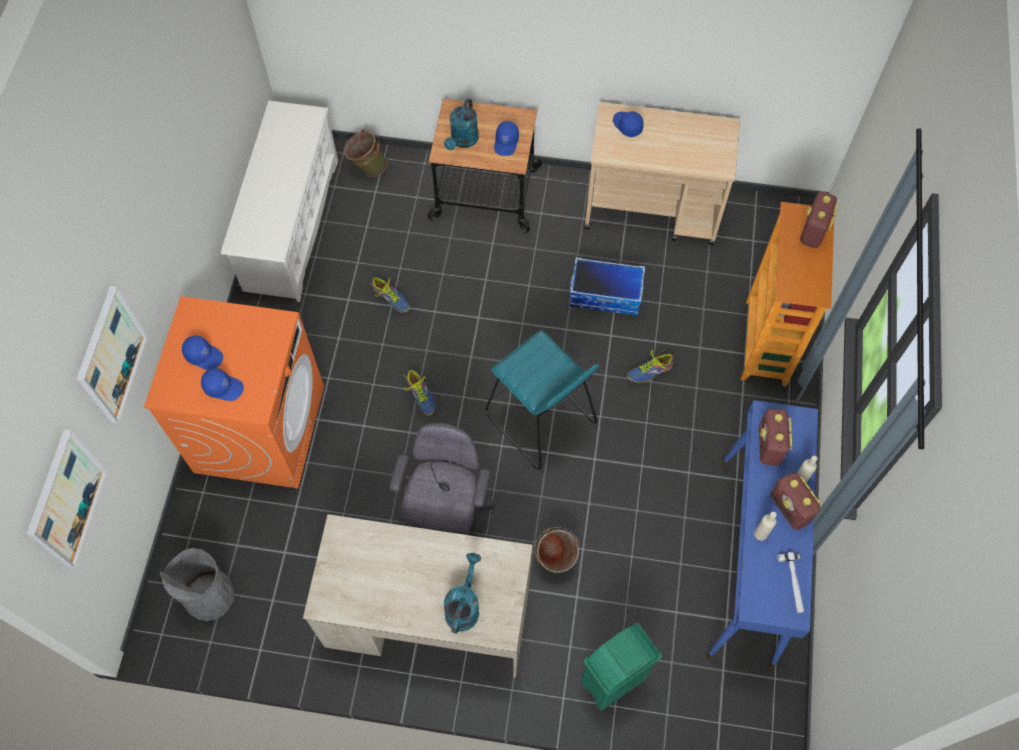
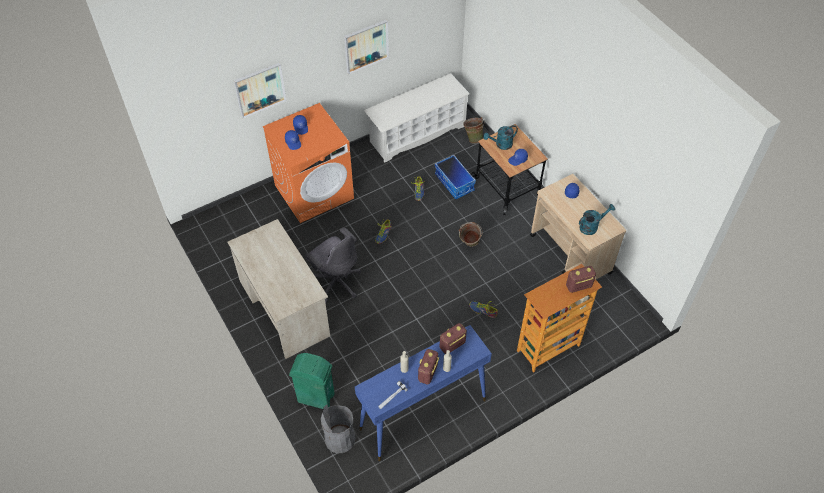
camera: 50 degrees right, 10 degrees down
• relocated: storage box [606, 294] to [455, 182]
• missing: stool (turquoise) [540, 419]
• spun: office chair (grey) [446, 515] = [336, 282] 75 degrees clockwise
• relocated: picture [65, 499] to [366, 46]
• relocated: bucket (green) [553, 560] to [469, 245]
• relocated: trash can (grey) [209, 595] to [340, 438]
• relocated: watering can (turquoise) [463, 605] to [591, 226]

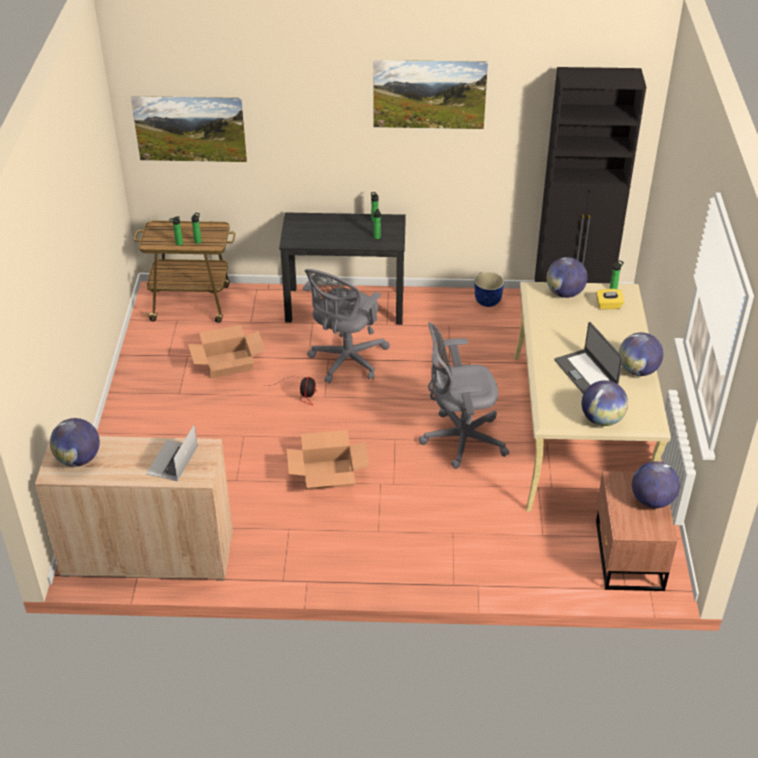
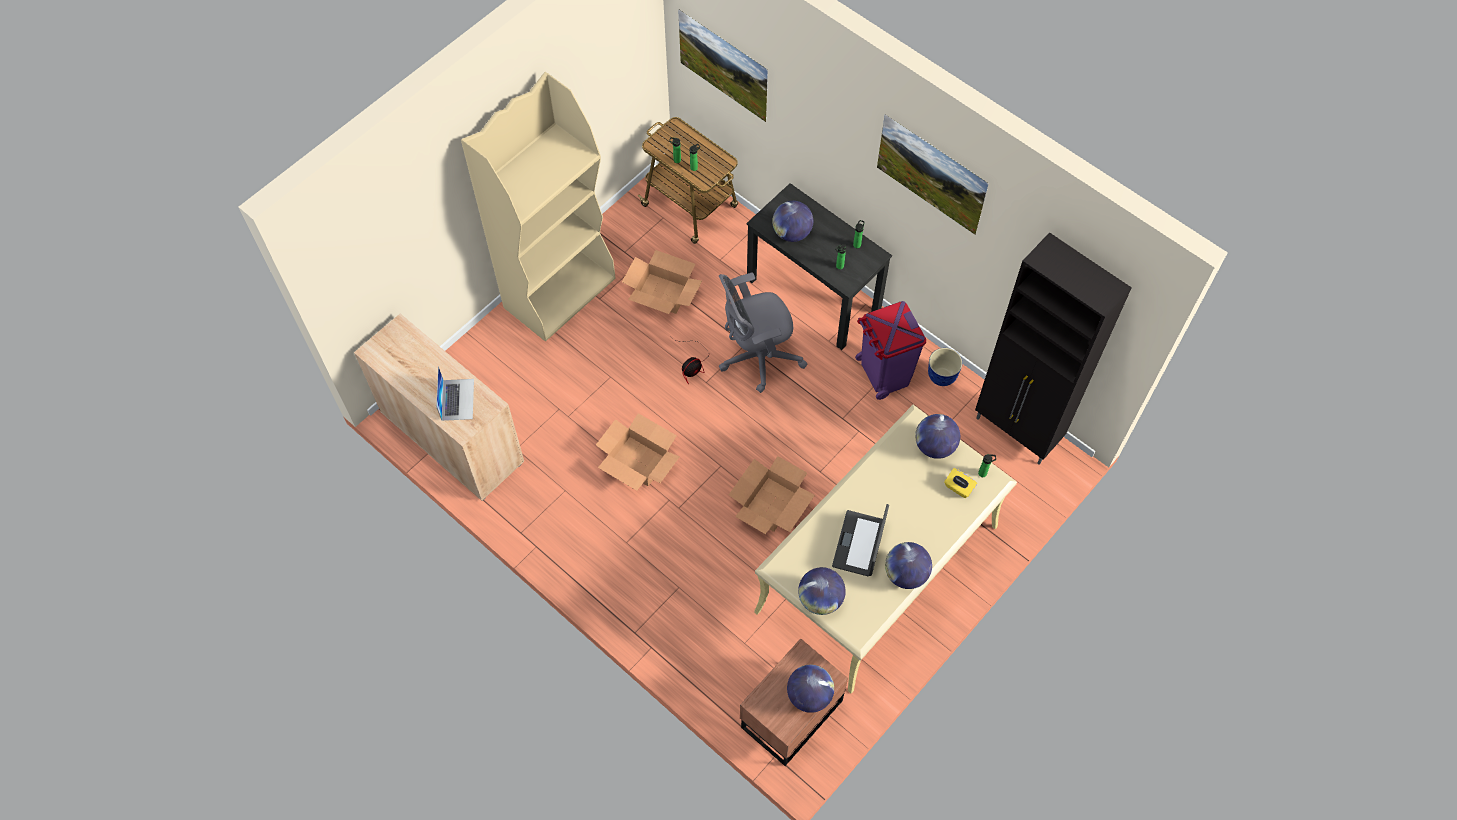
camera: 40 degrees right, 20 degrees up
• exchanged: office chair (grey) [459, 439] to cardboard box [771, 504]
• relocated: globe [78, 459] to [792, 233]
• spun: laptop [172, 460] = [457, 399] 120 degrees clockwise
• appeared: bookcase (beige) [560, 292]
• appeared: trash can (purple) [884, 374]

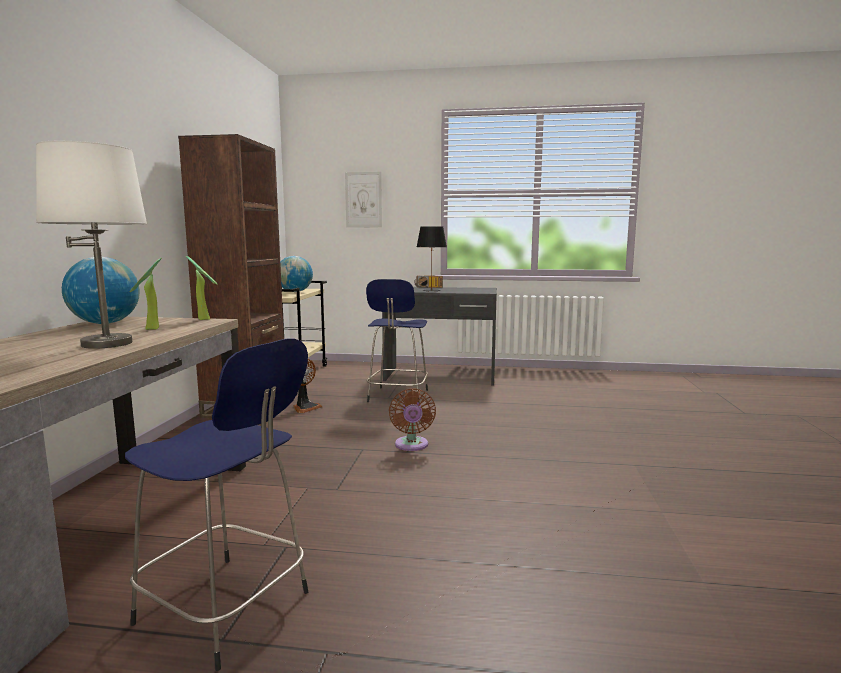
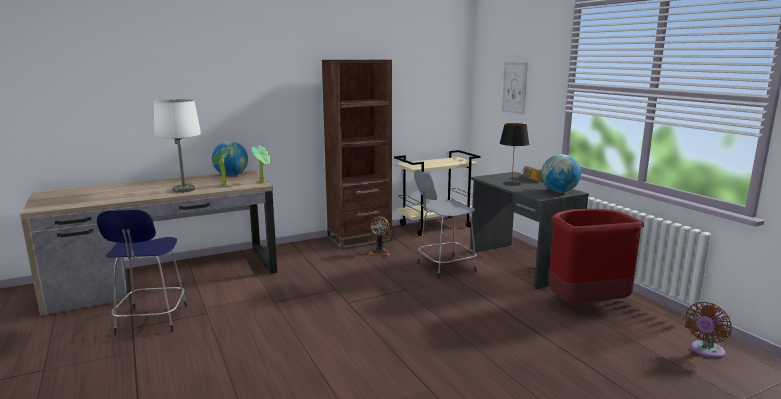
camera: 55 degrees right, 5 degrees up
• relocated: globe [295, 292] to [559, 191]
• colour: stool (blue) [397, 397] to stool (grey) [444, 267]
• relocated: fan (brown) [411, 446] to [705, 351]
• appeared: trash can (red) [584, 304]

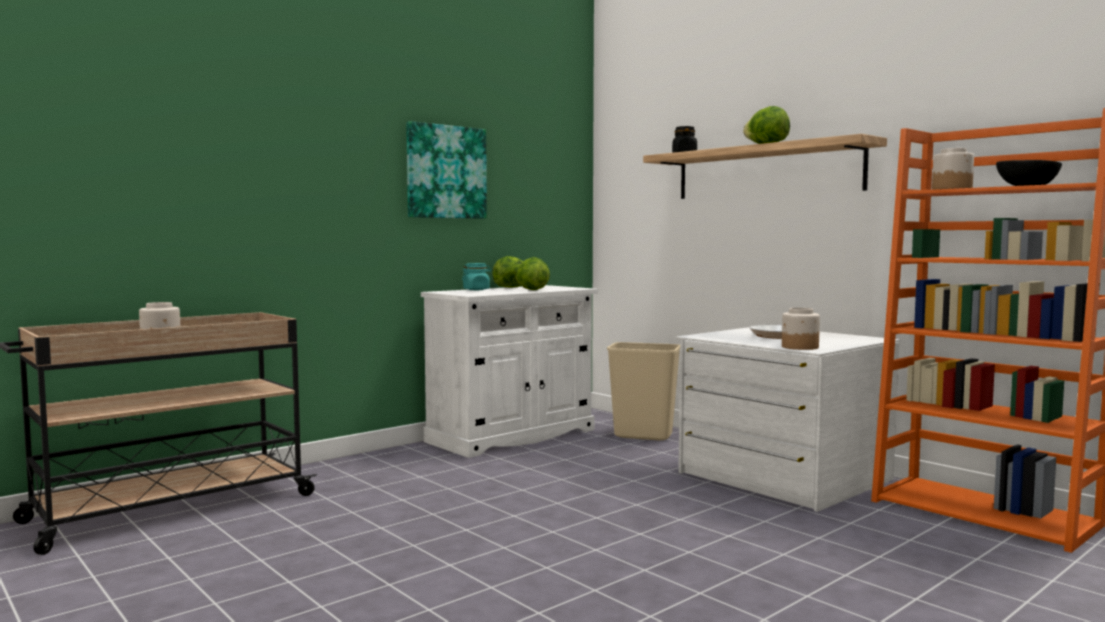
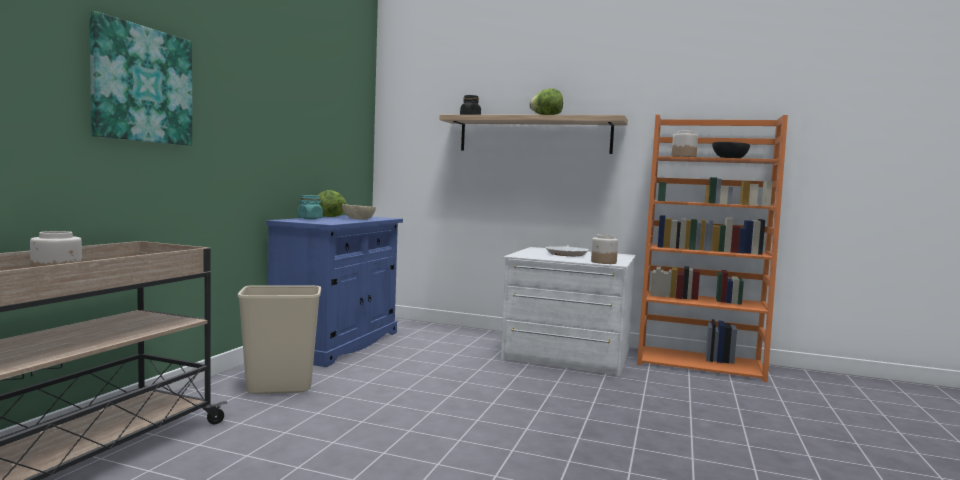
camera: 30 degrees left, 0 degrees up
• relocated: picture [446, 172] to [142, 85]
• exchanged: lettuce [531, 290] to bowl (beige) [358, 219]
• colour: cabinet (white) [512, 436] to cabinet (blue) [337, 344]
• relocated: trash can (beige) [644, 435] to [280, 387]

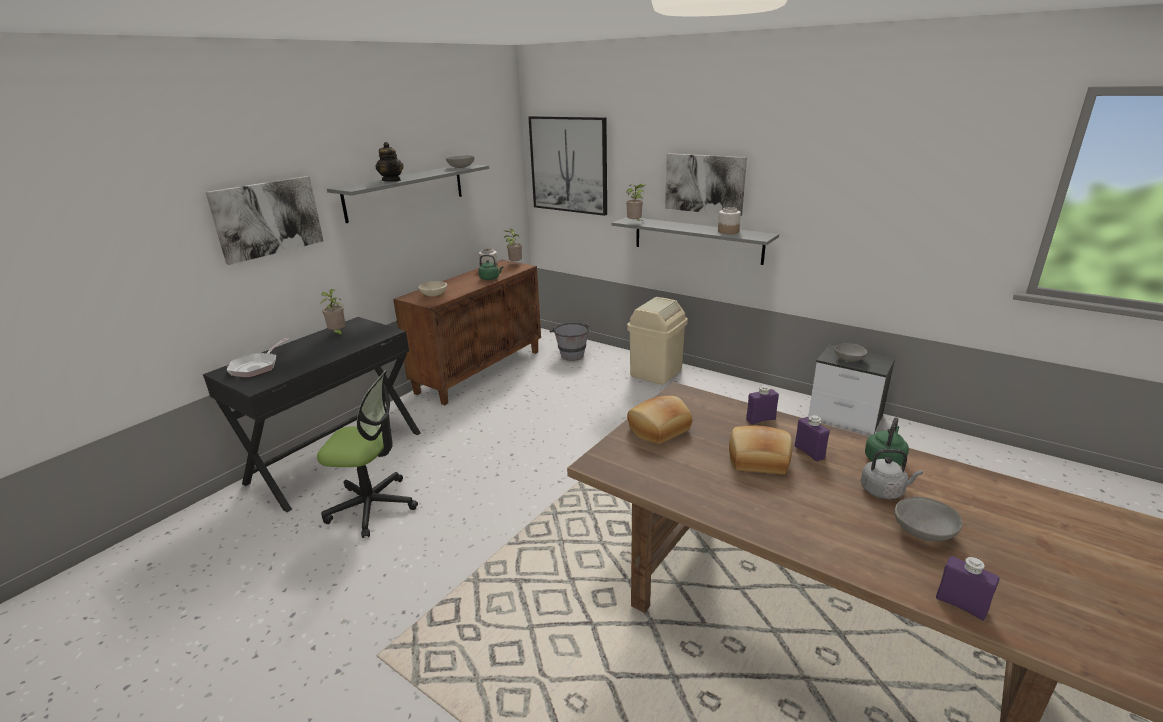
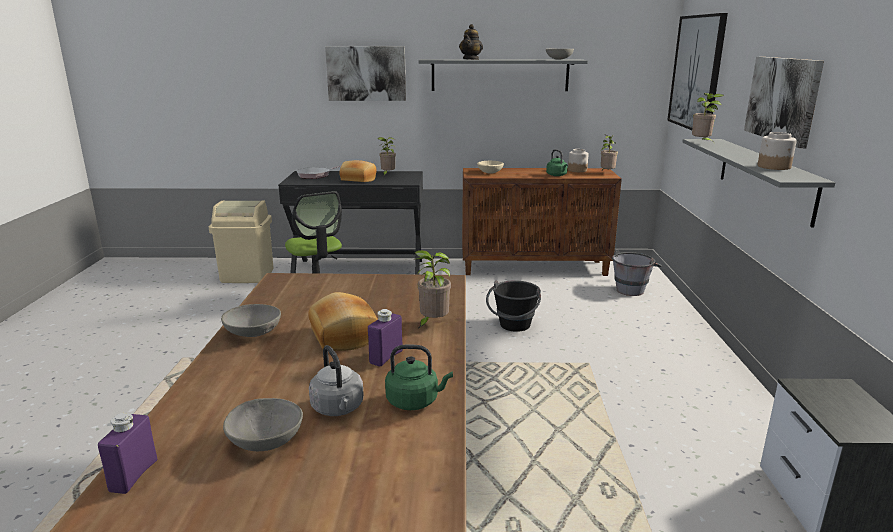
camera: 55 degrees right, 5 degrees down
• relocated: trash can (beige) [655, 372] to [247, 275]
• relocated: bowl (grey) [848, 359] to [253, 333]
• exchanged: bottle (purple) [760, 419] to potted plant [432, 323]
• relocated: bread [660, 430] to [358, 179]
• appeared: bucket (black) [513, 327]

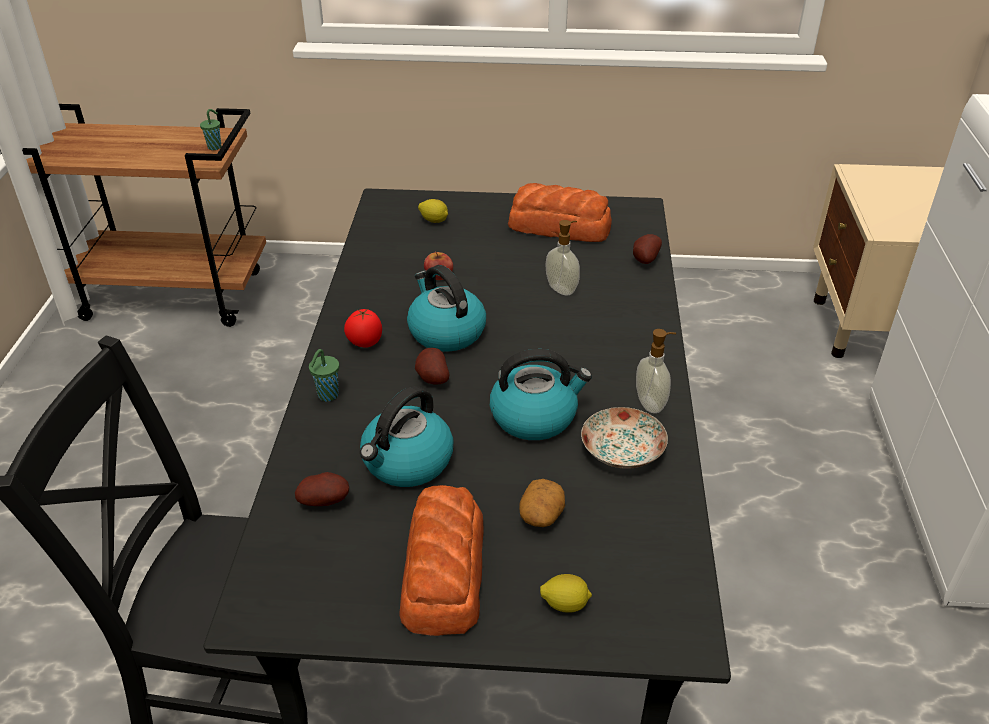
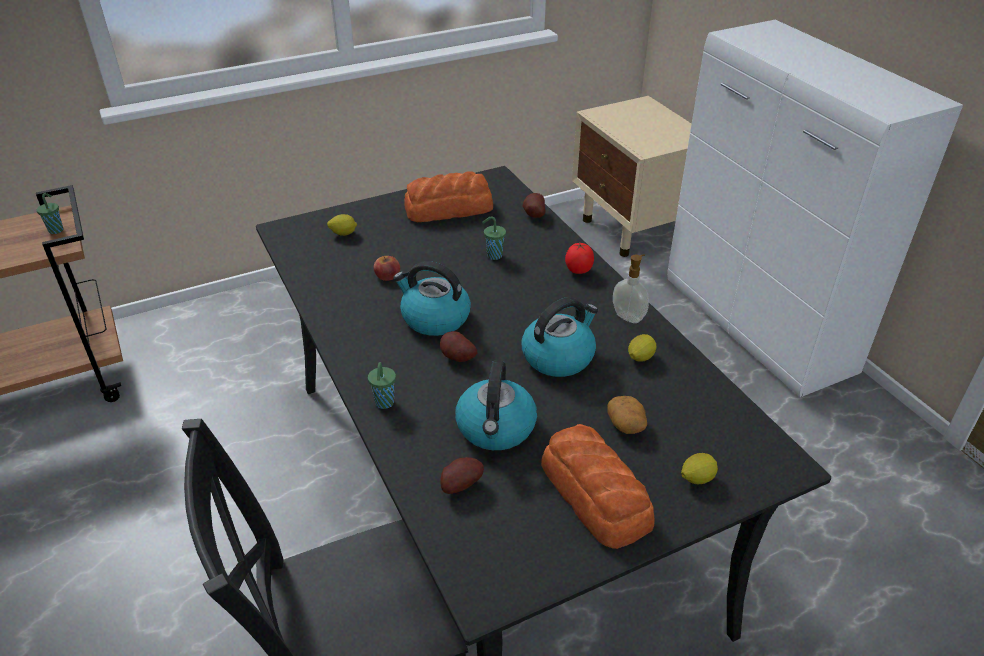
camera: 30 degrees left, 0 degrees up
• exchanged: soap dispenser [562, 289] to cup (green) [493, 255]
• relocated: tomato [364, 343] to [578, 271]
• exchanged: plate [622, 451] to lemon [640, 358]

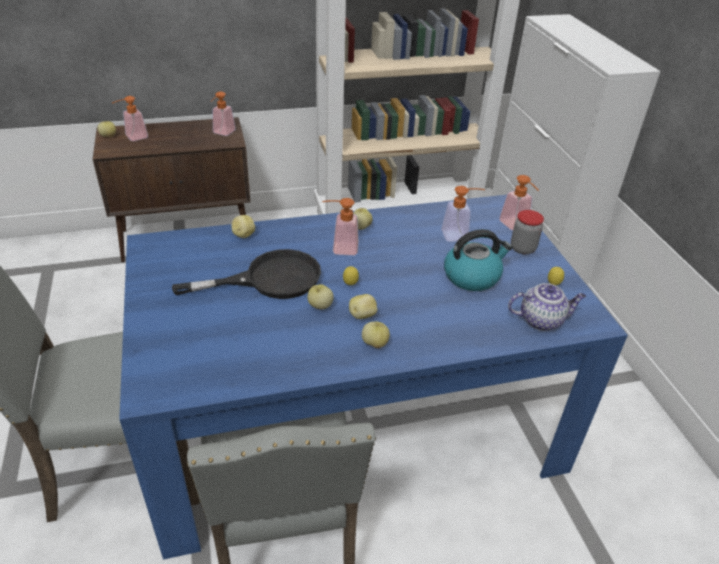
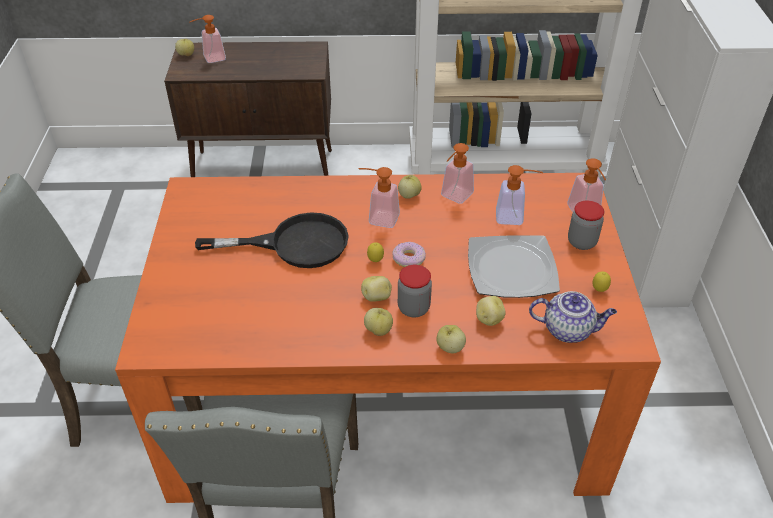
camera: 15 degrees right, 5 degrees up
• relocated: soap dispenser [222, 133] to [454, 197]
• colour: dining table (blue) [353, 420] to dining table (orange) [387, 396]
• relocated: potato [243, 235] to [488, 319]
• exchanged: kettle [472, 276] to plate [510, 268]
• relocated: apple [320, 306] to [450, 347]
• appeared: donut [408, 258]
• appeared: jar [413, 308]

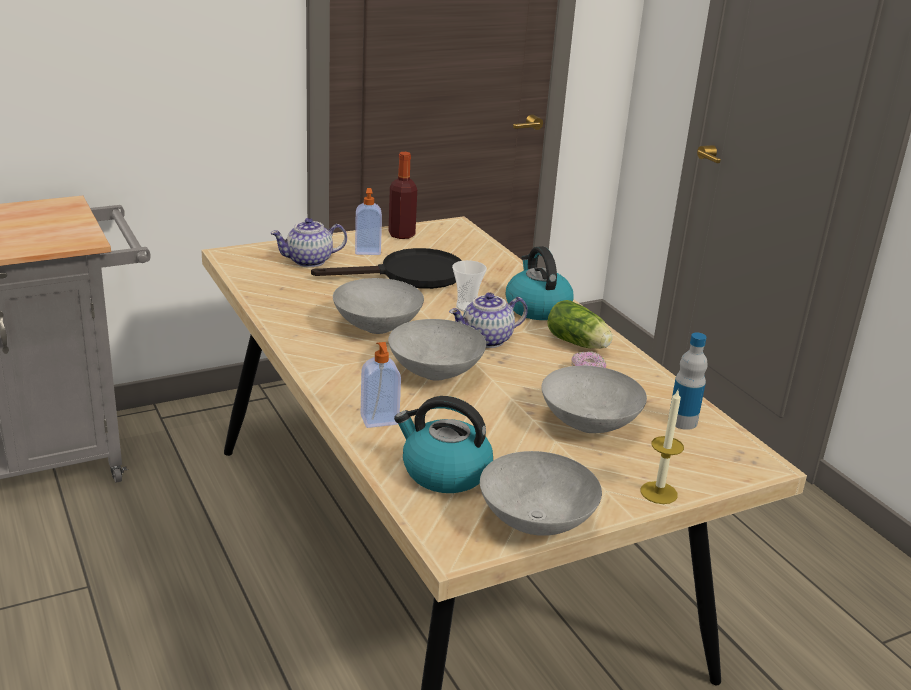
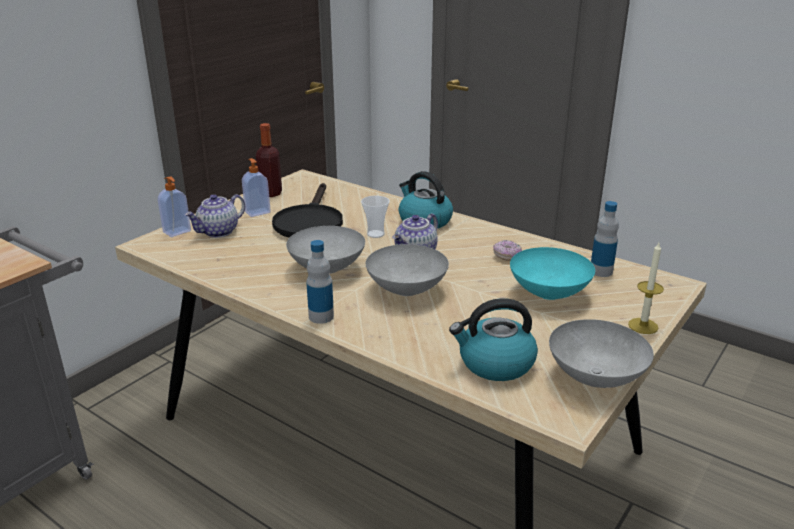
camera: 25 degrees left, 0 degrees up
• spun: frying pan (black) [410, 275] = [309, 222] 135 degrees clockwise
• missing: lettuce [579, 344]
• relocated: soap dispenser [380, 421] to [177, 232]
• colour: bowl (grey) [587, 425] to bowl (turquoise) [548, 294]
• appeared: bottle [321, 316]

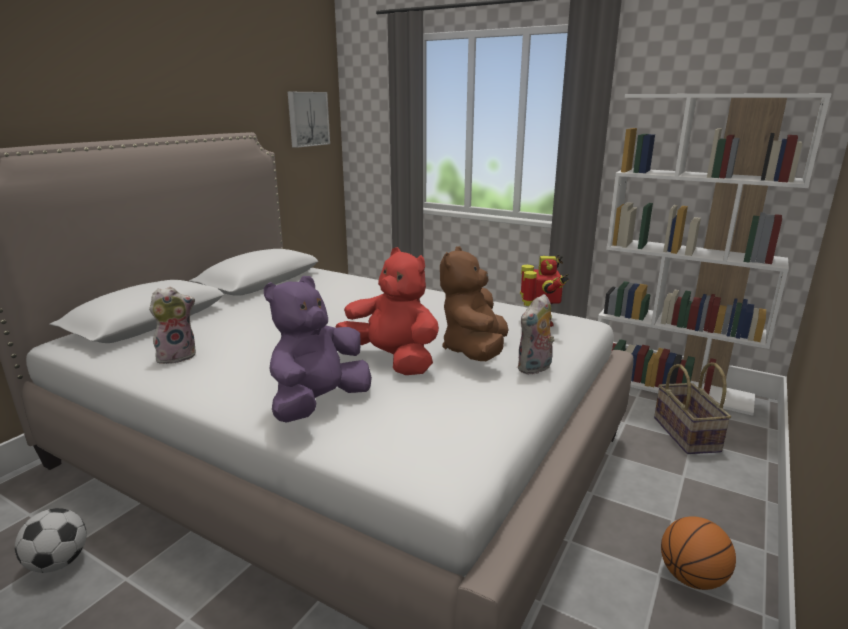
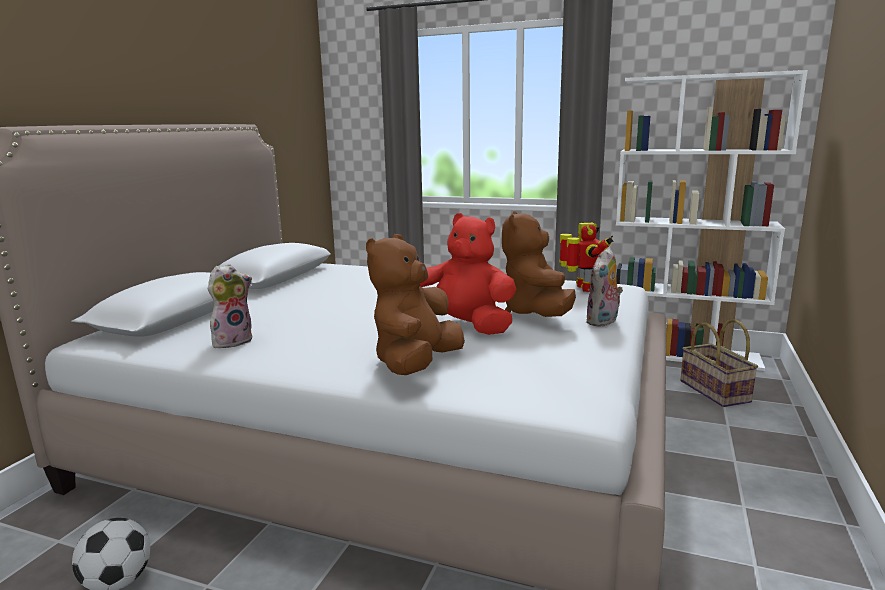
camera: 10 degrees left, 5 degrees down
• missing: picture [307, 119]
• colour: plush toy (purple) [318, 404] to plush toy (brown) [416, 364]
• missing: basketball [691, 577]

